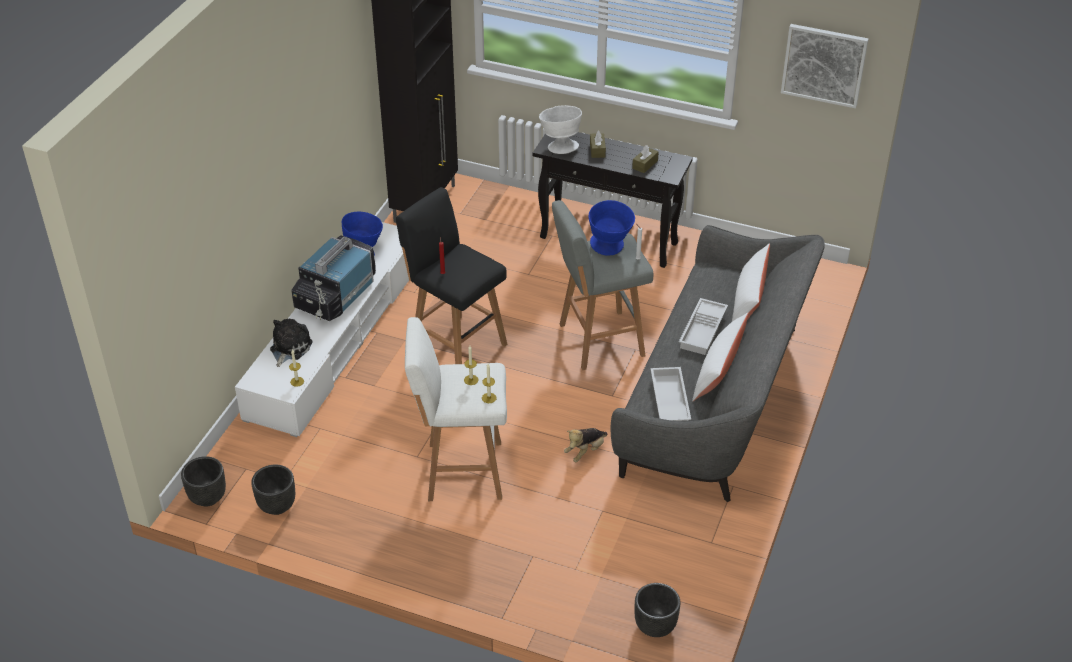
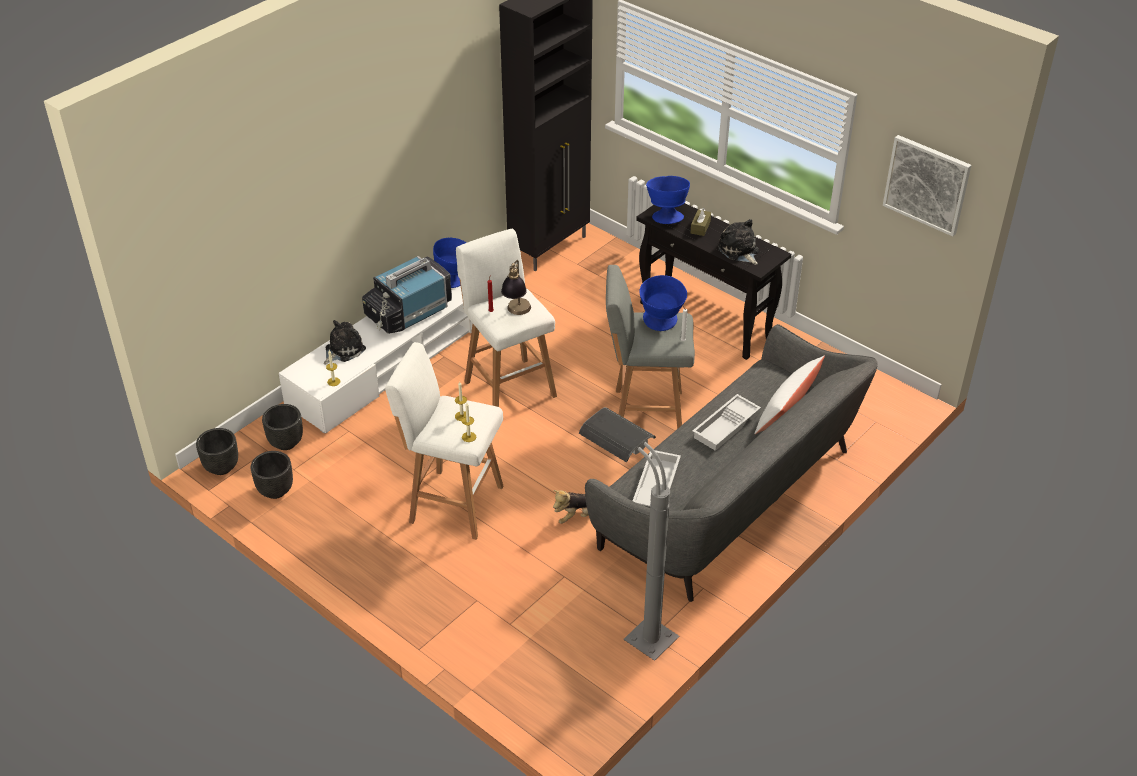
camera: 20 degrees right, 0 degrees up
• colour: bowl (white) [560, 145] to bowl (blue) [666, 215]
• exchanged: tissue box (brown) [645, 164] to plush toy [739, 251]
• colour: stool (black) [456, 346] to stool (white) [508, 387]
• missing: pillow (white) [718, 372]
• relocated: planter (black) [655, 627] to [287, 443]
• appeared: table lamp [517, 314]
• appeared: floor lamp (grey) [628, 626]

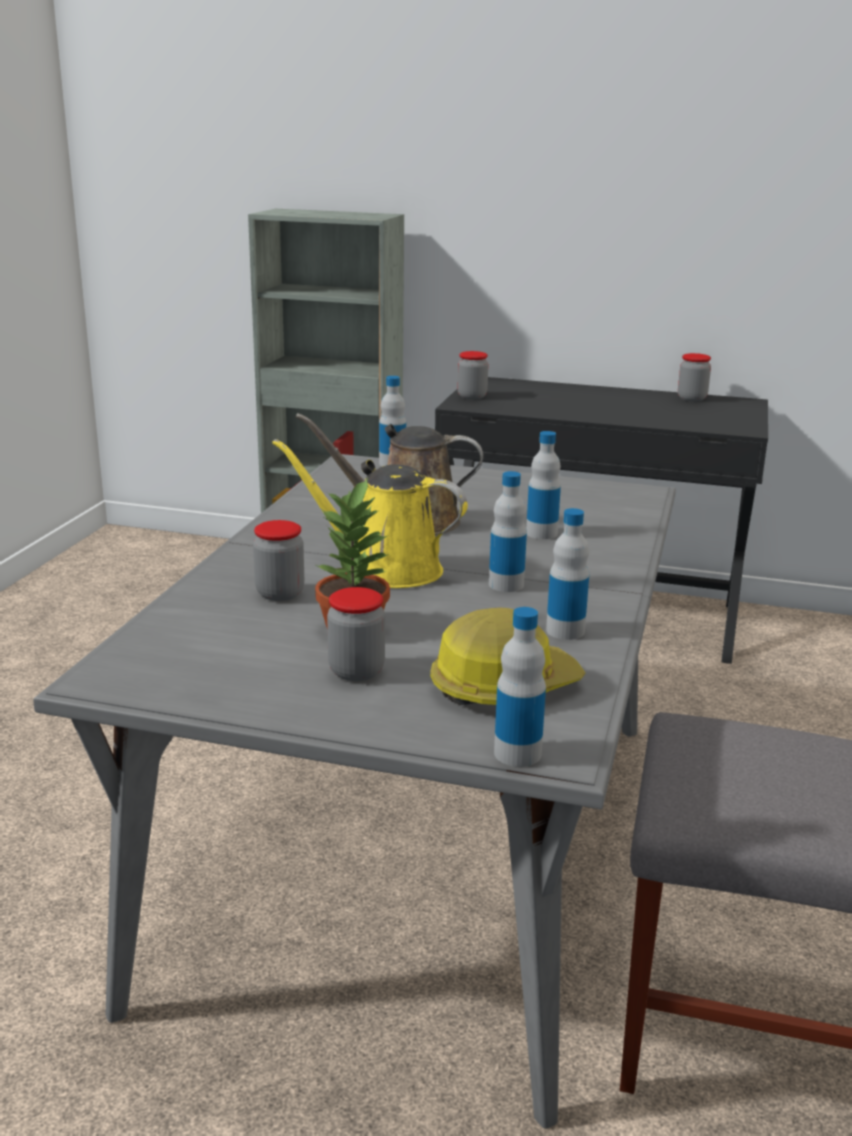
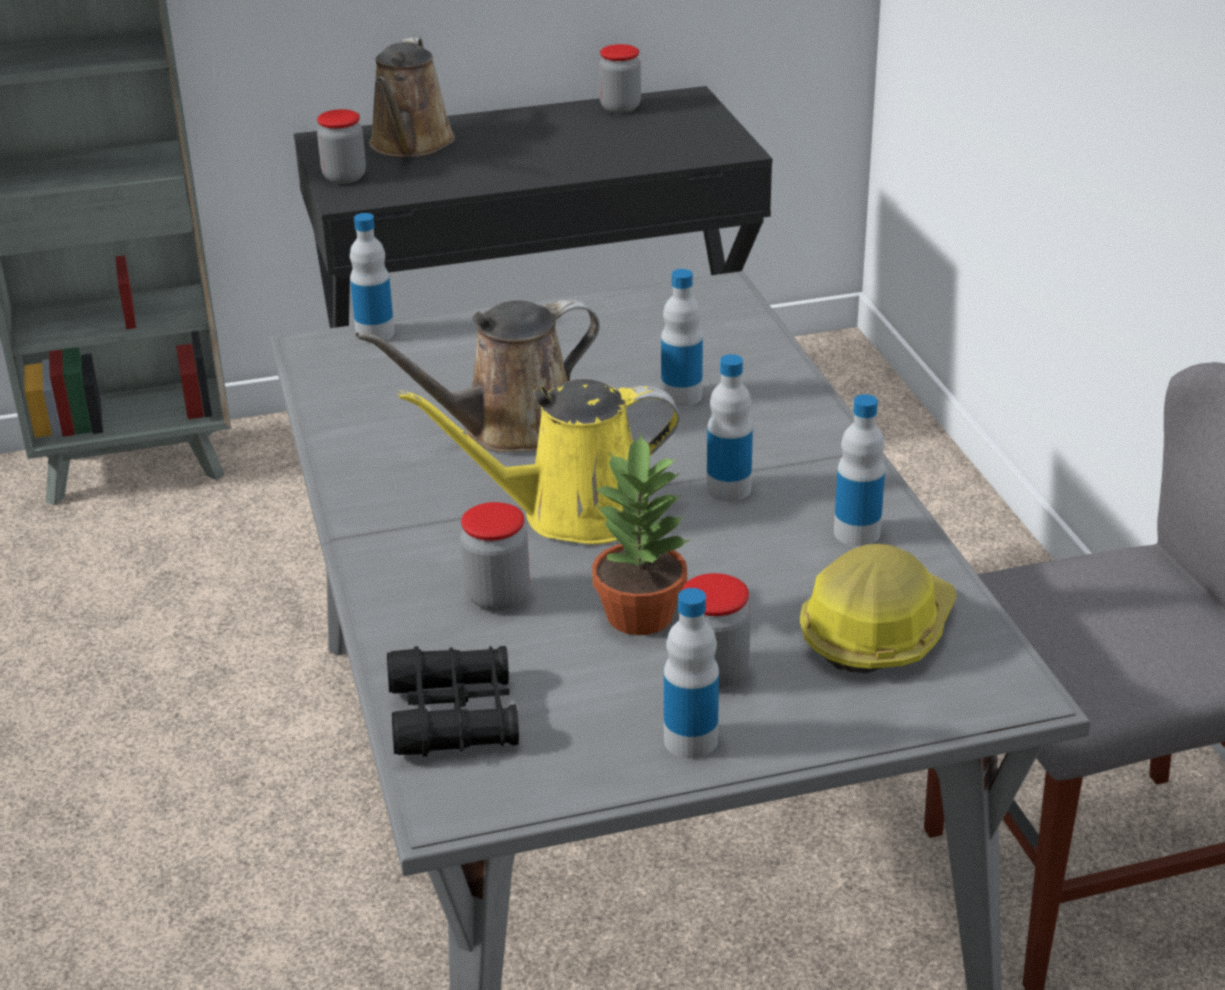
camera: 30 degrees left, 10 degrees up
• relocated: bottle [517, 753] to [690, 740]
• appeared: watering can (brown) [410, 145]
• appeared: binoculars (black) [454, 716]

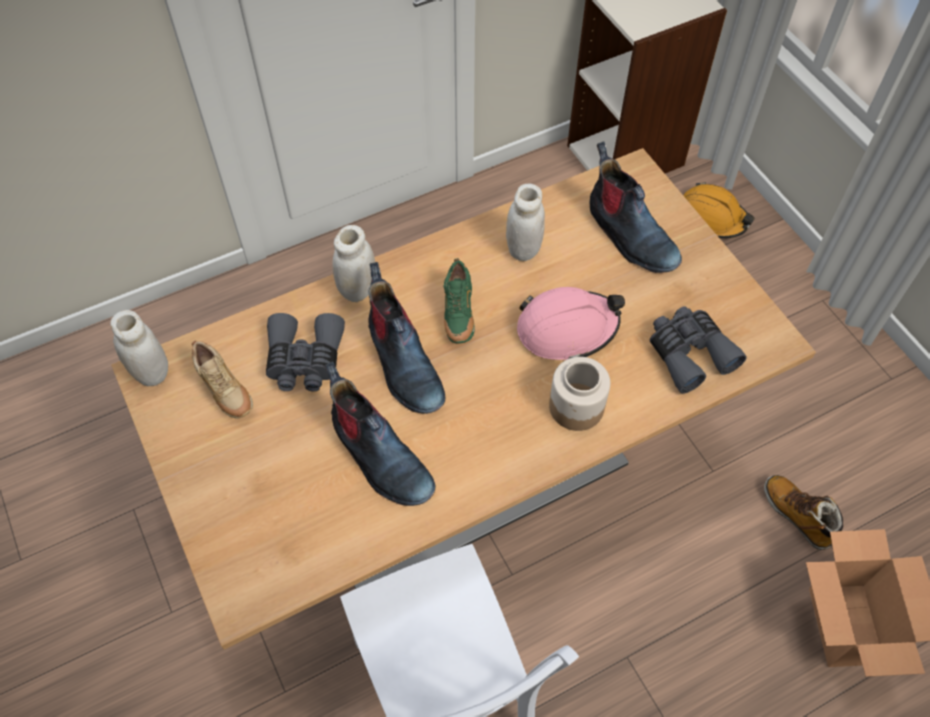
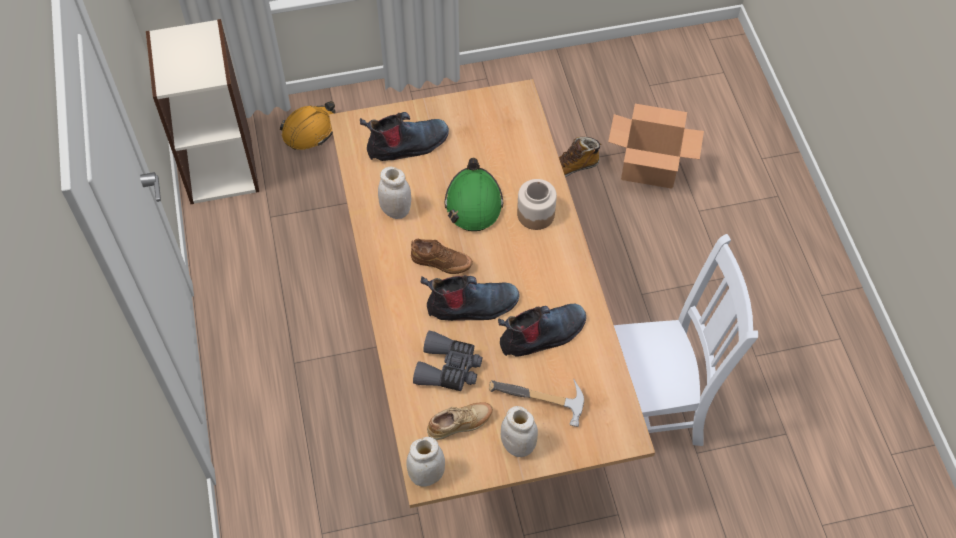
camera: 75 degrees left, 0 degrees up
• relocated: jar (white) [358, 289] to [518, 445]
• colour: shoe (green) [458, 316] to shoe (brown) [441, 264]
• colour: hard hat (pink) [567, 329] to hard hat (green) [473, 203]
• missing: binoculars (grey) [689, 353]
• appeared: hammer [539, 404]

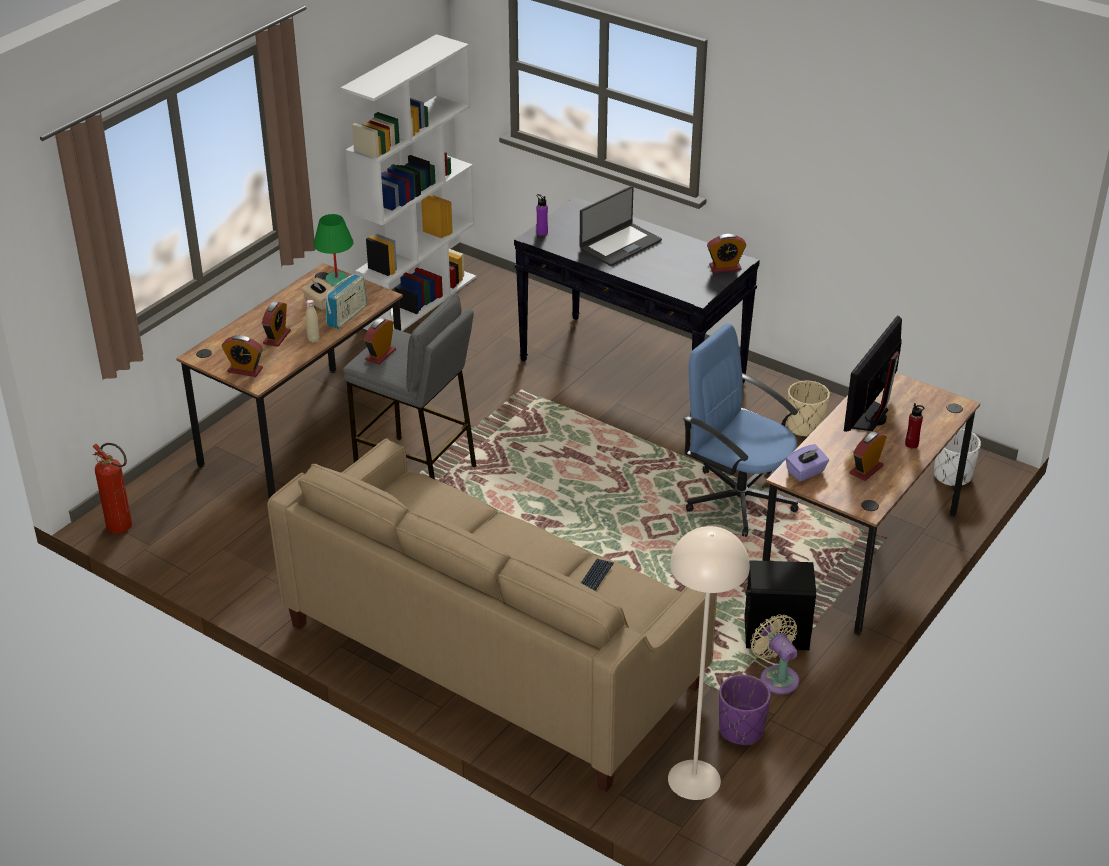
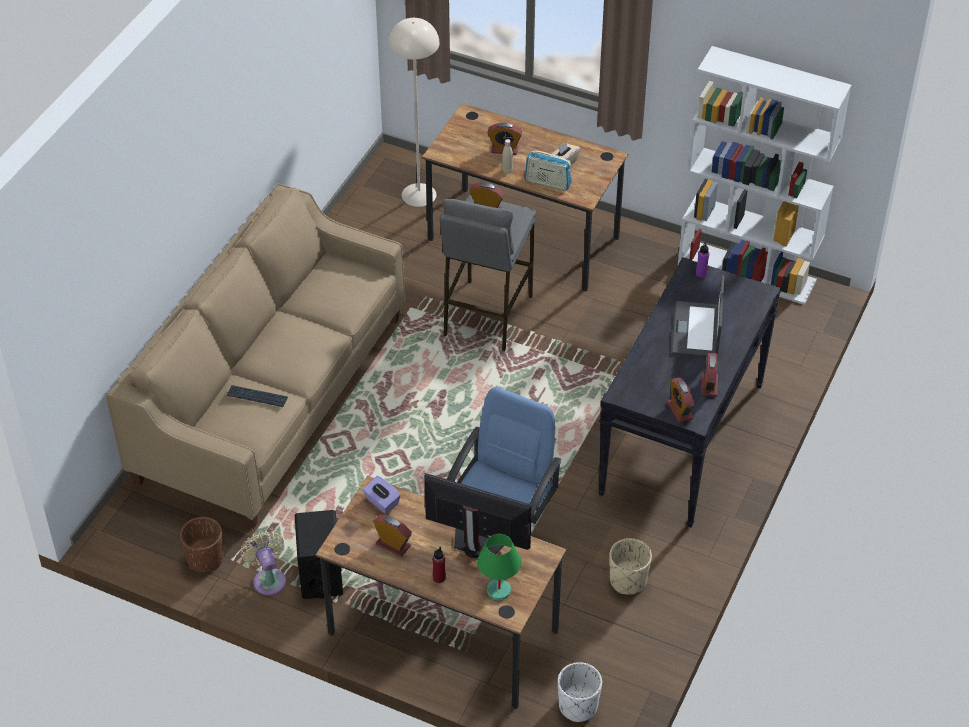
camera: 80 degrees right, 10 degrees up
• spun: laptop [619, 245] = [697, 330] 60 degrees clockwise
• relocated: table lamp (green) [336, 281] to [498, 590]
• relocated: alarm clock [245, 370] to [709, 385]
• missing: fire extinguisher [124, 528]
• relocated: floor lamp (beige) [694, 779] to [419, 195]
• spun: fan (beige) [777, 677] = [268, 579] 75 degrees counterclockwise
• colour: planter (purple) [741, 730] to planter (brown) [205, 559]

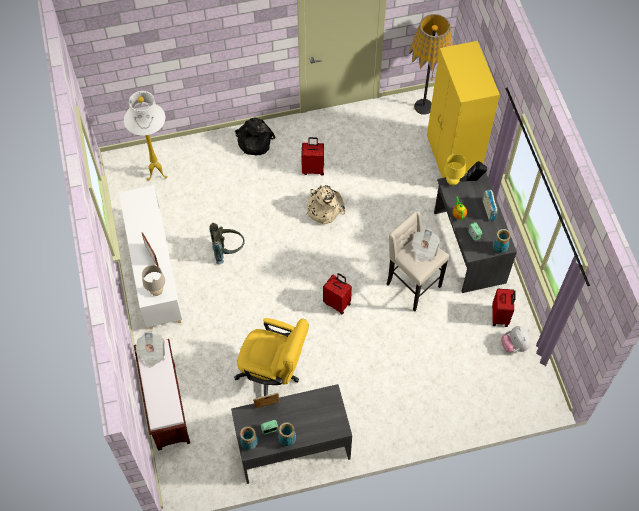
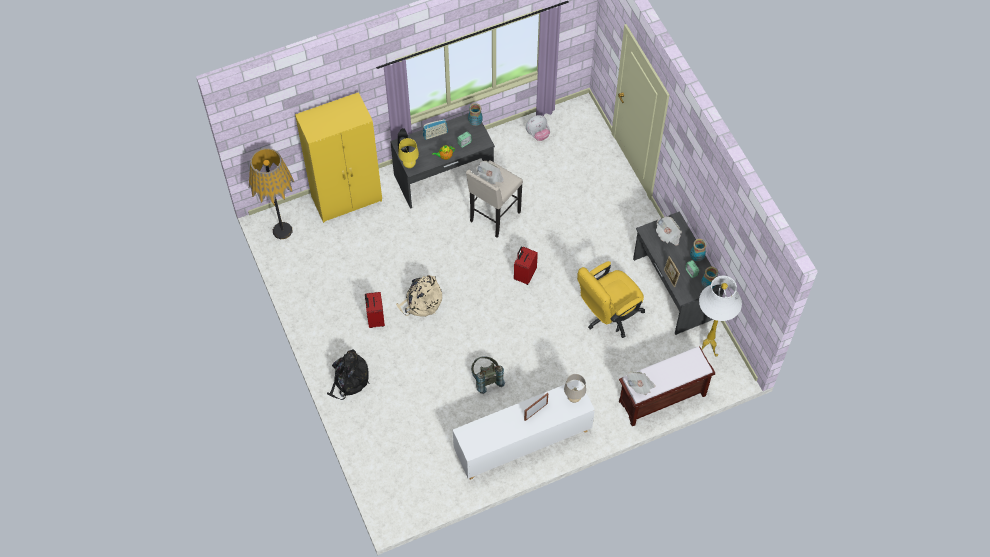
camera: 100 degrees left, 0 degrees up
• relocated: floor lamp (white) [158, 174] to [707, 348]
• missing: suitcase (red) [500, 316]
• spun: office chair (yellow) [273, 373] = [608, 316] 135 degrees counterclockwise
• appeared: newspaper [668, 235]

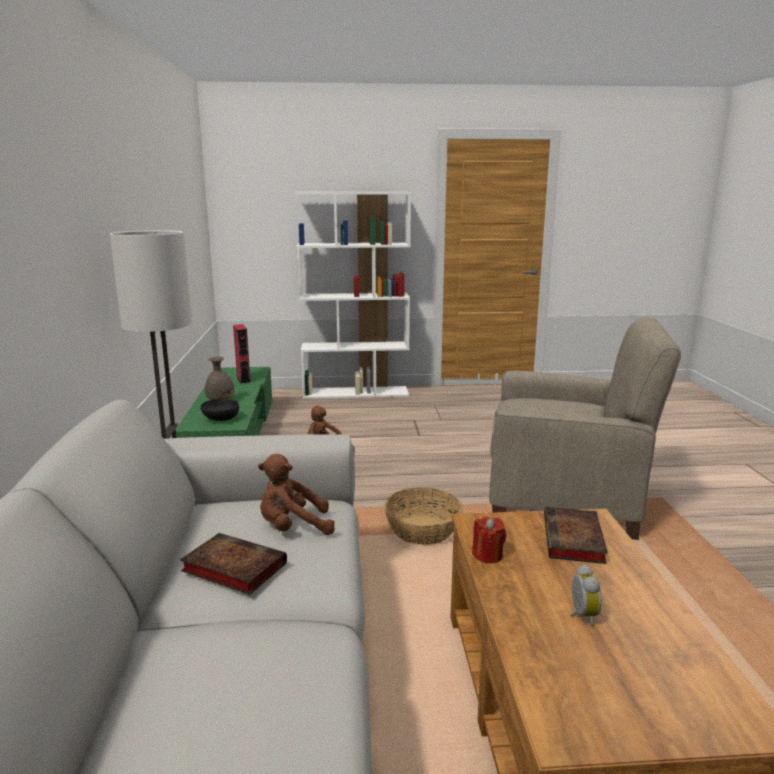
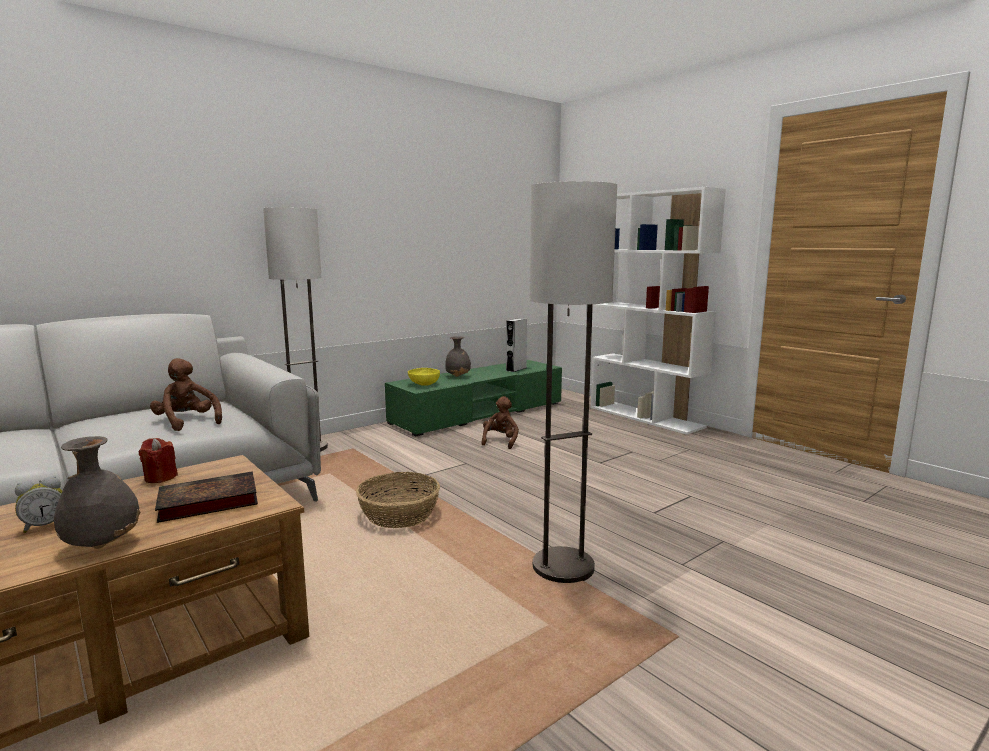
camera: 55 degrees right, 5 degrees down
• exchanged: armchair (beige) [565, 500] to floor lamp [563, 567]
• colour: speaker (red) [243, 379] to speaker (grey) [516, 369]
• colour: bowl (black) [220, 419] to bowl (yellow) [424, 384]
• missing: book [231, 567]
• appeared: vase (grey) [102, 544]

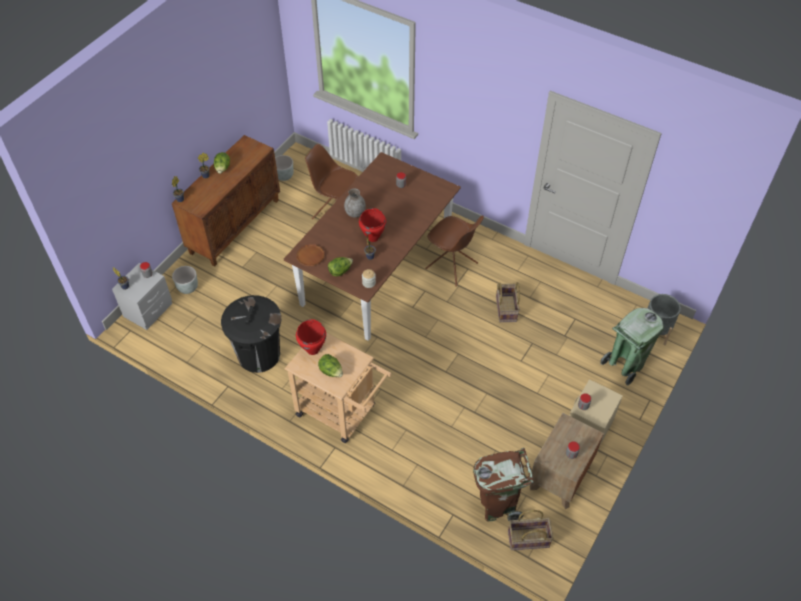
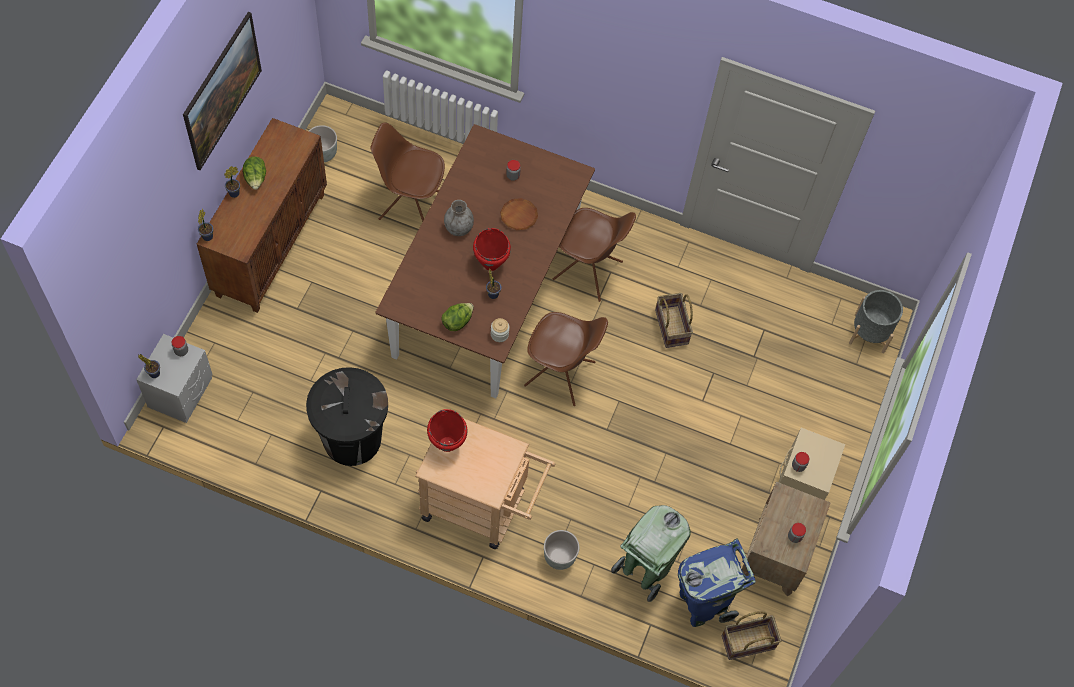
camera: 15 degrees left, 10 degrees up
• relocated: plate (brown) [310, 256] to [519, 216]
• relocated: planter (grey) [188, 287] to [559, 557]
• relocated: trash can (green) [624, 365] to [645, 569]
• missing: lettuce [331, 371]
• colour: trash can (brown) [497, 504] to trash can (blue) [703, 603]
• appeared: picture [225, 105]
• appeared: chair (brown) [561, 374]

